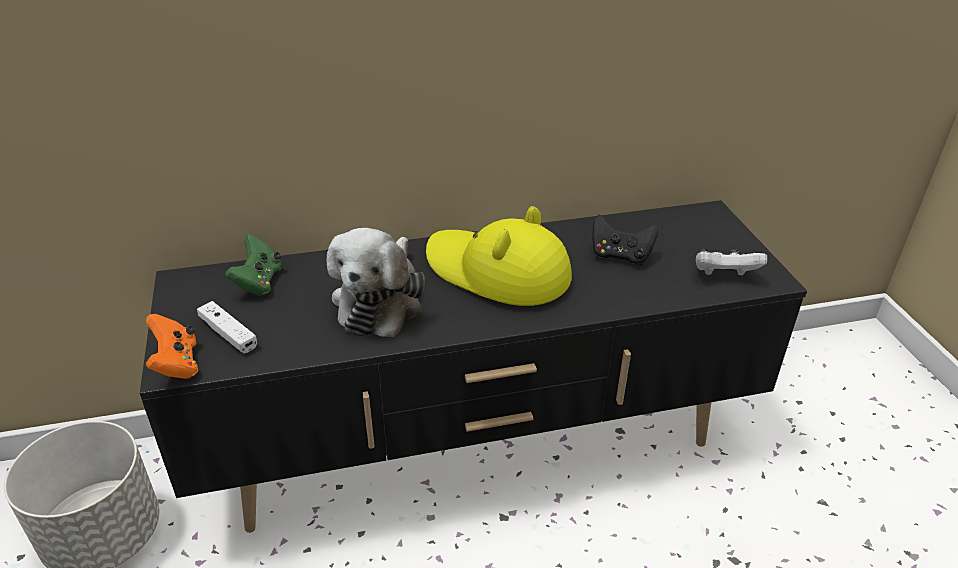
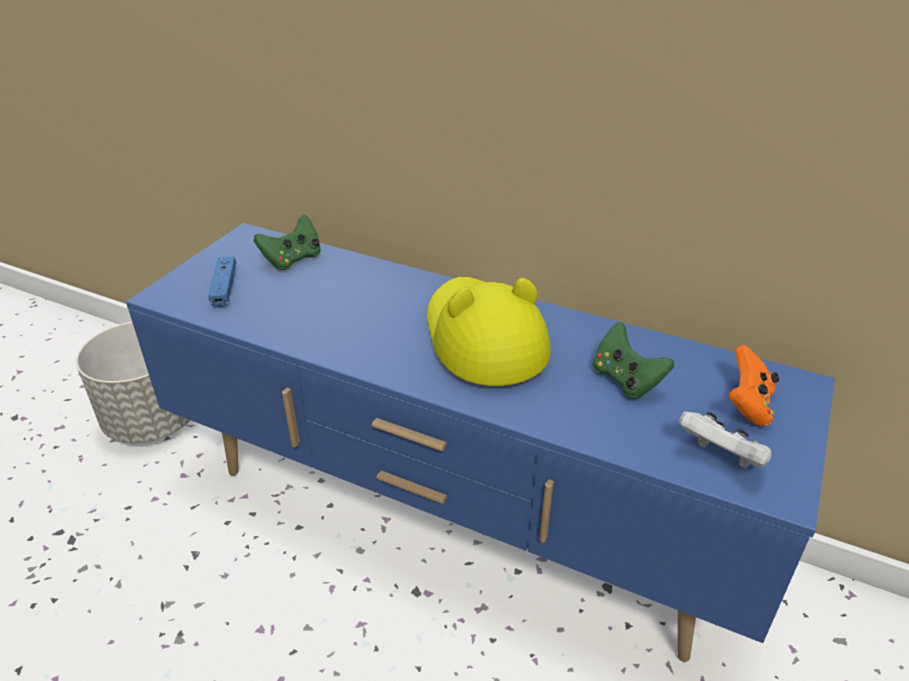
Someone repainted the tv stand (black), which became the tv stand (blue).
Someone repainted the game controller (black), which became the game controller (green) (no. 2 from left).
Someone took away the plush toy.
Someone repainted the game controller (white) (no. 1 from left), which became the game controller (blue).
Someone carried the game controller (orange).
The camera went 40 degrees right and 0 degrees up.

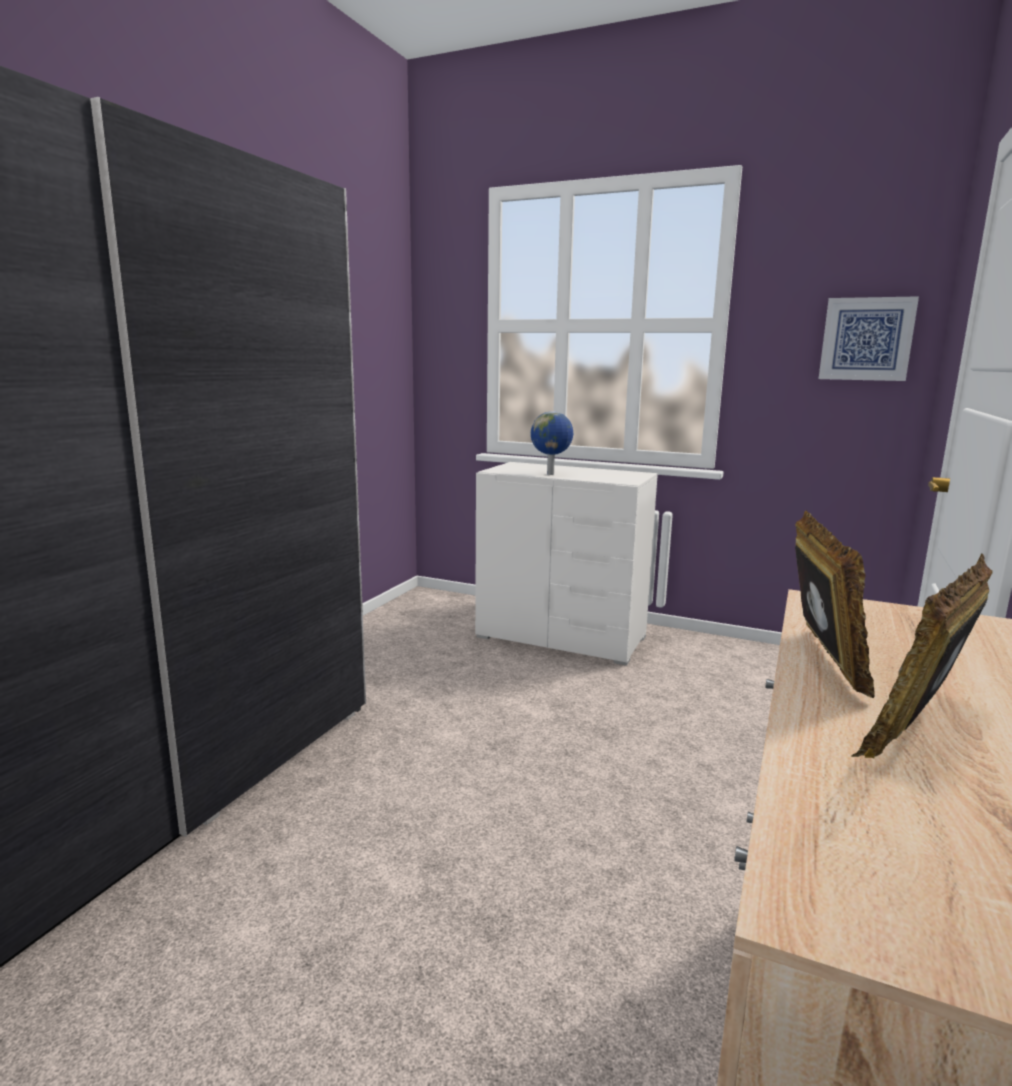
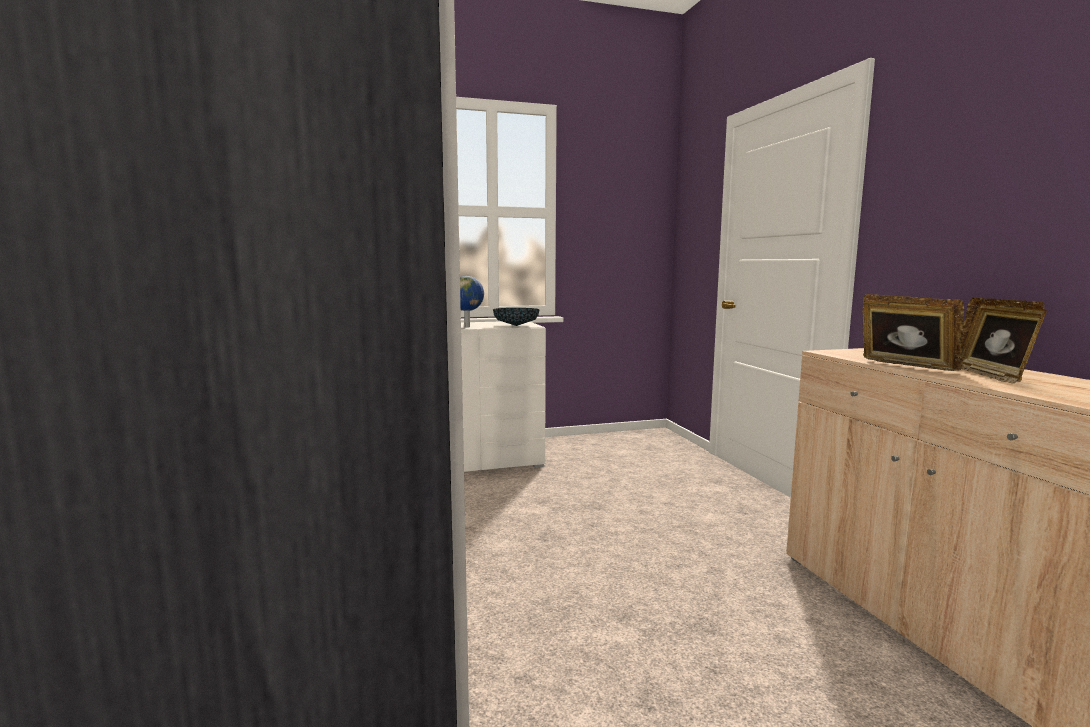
Someone took away the picture.
Someone put down the bowl.
The camera went 40 degrees left and 5 degrees down.

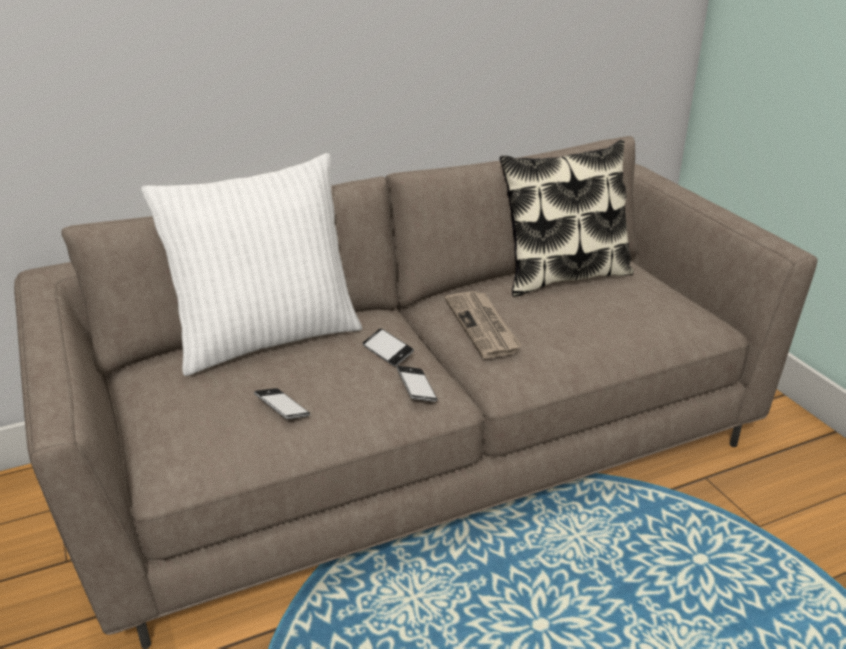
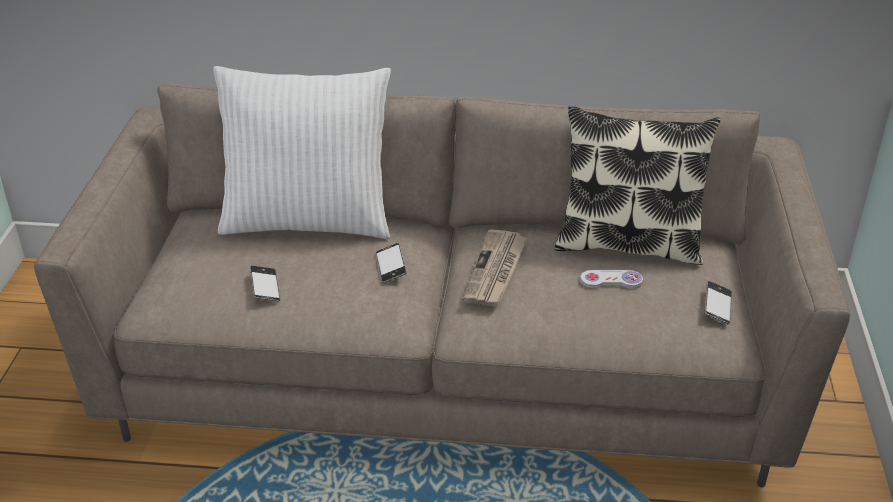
Someone carried the phone (no. 3 from left).
Someone put down the game controller (white).
The camera went 30 degrees right and 5 degrees up.

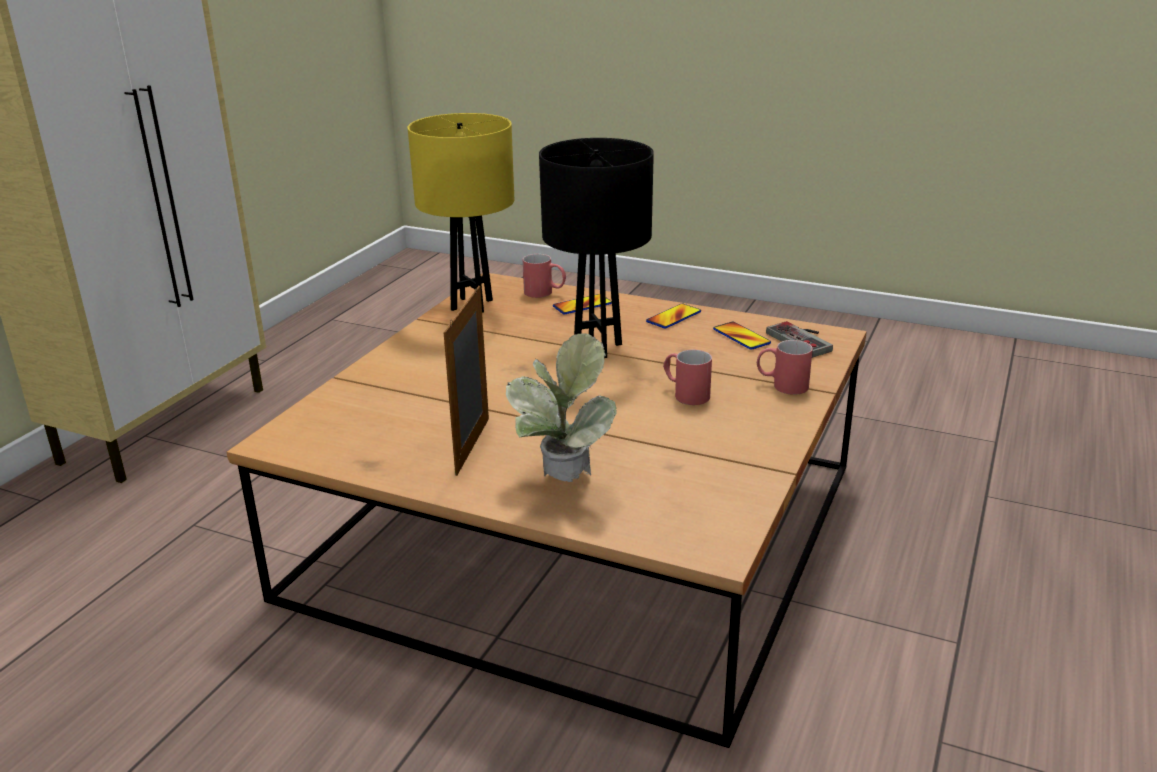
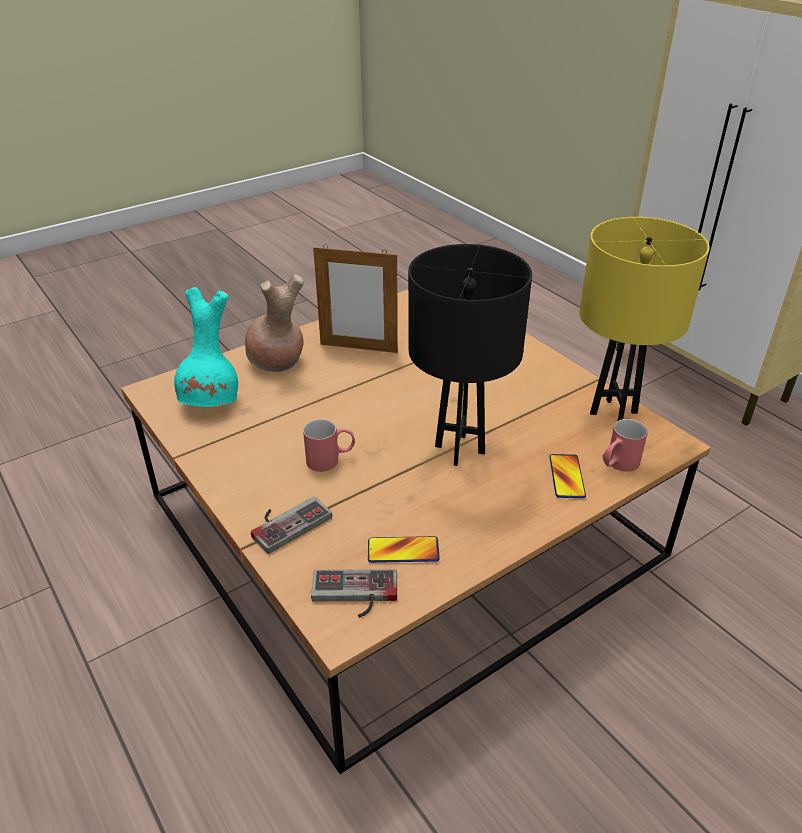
Someone rotated the picture frame by 150 degrees clockwise.
Someone took away the phone (no. 2 from left).
Someone swapped the potted plant for the vase (brown).
Someone swapped the mug (red) (no. 3 from left) for the game controller (no. 1 from left).
Someone put down the vase (turquoise).
The camera went 120 degrees right and 10 degrees up.

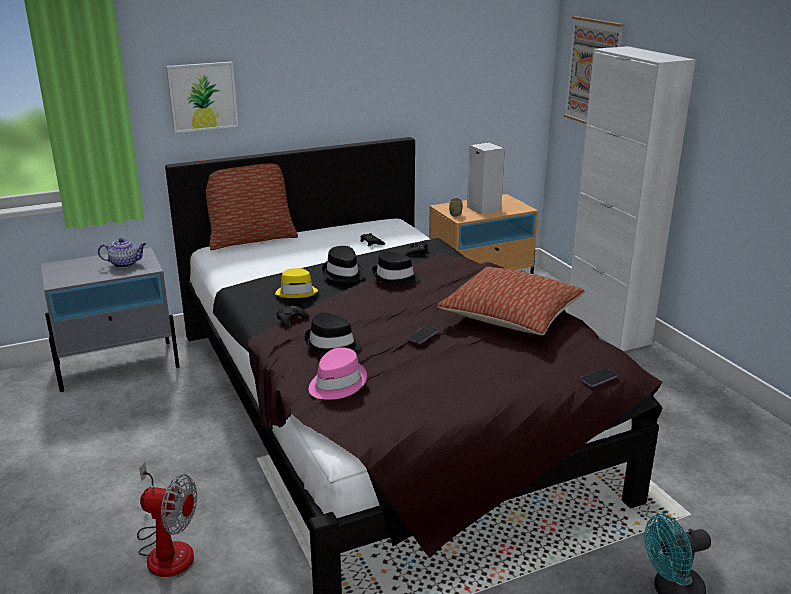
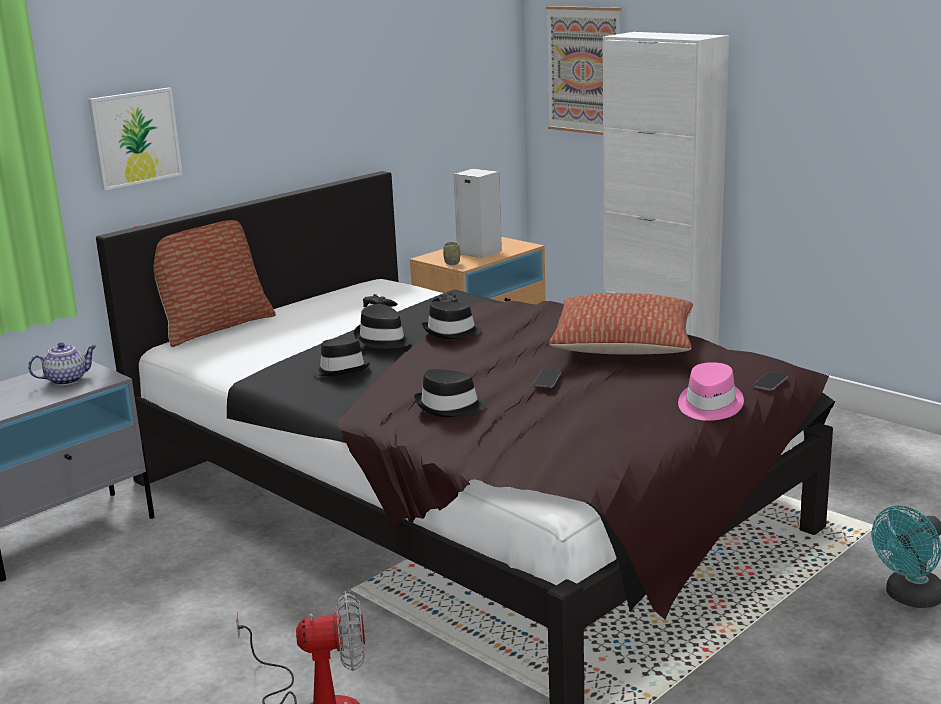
Someone repainted the hat (yellow), which became the hat (black) (no. 1 from left).
Someone took away the game controller (black) (no. 1 from left).
Someone carried the hat (pink).
The camera went 20 degrees left and 5 degrees down.

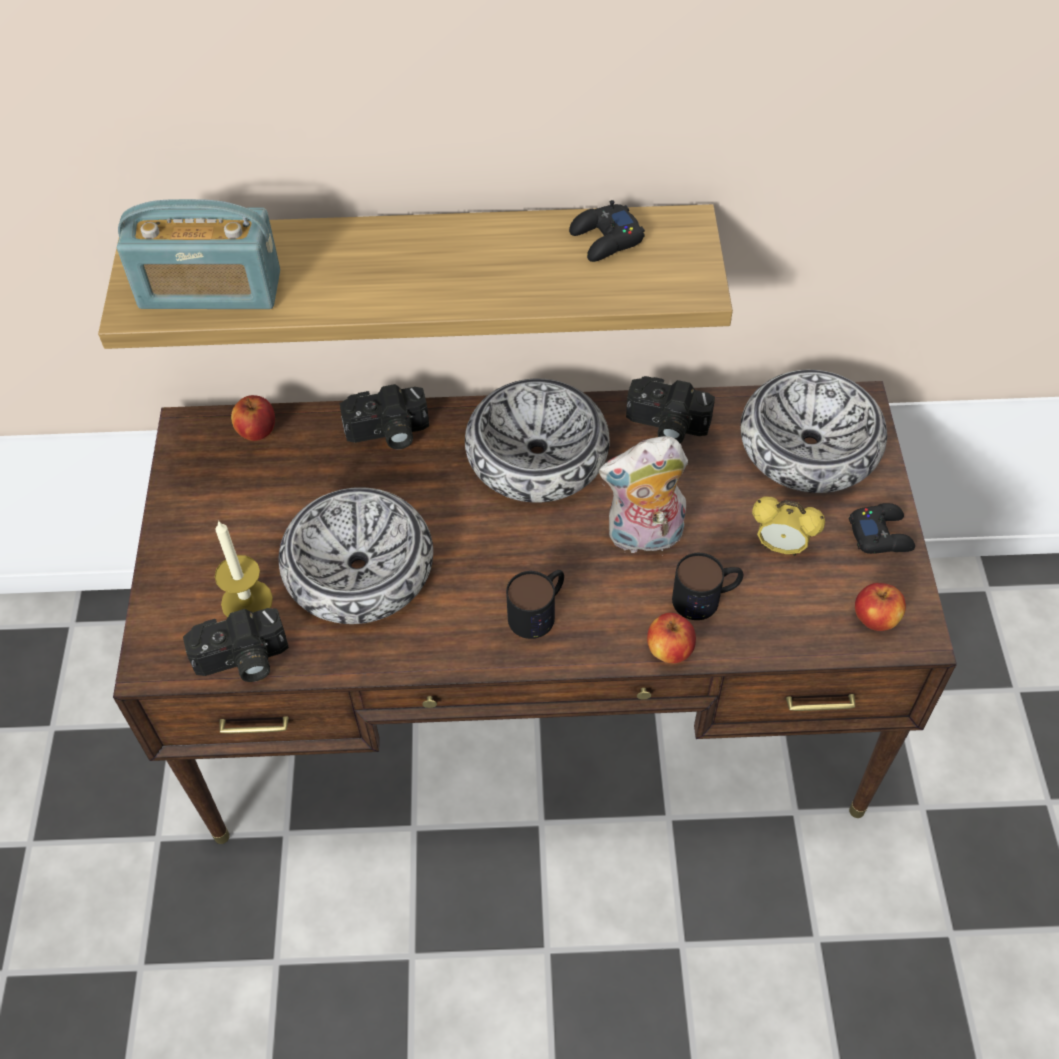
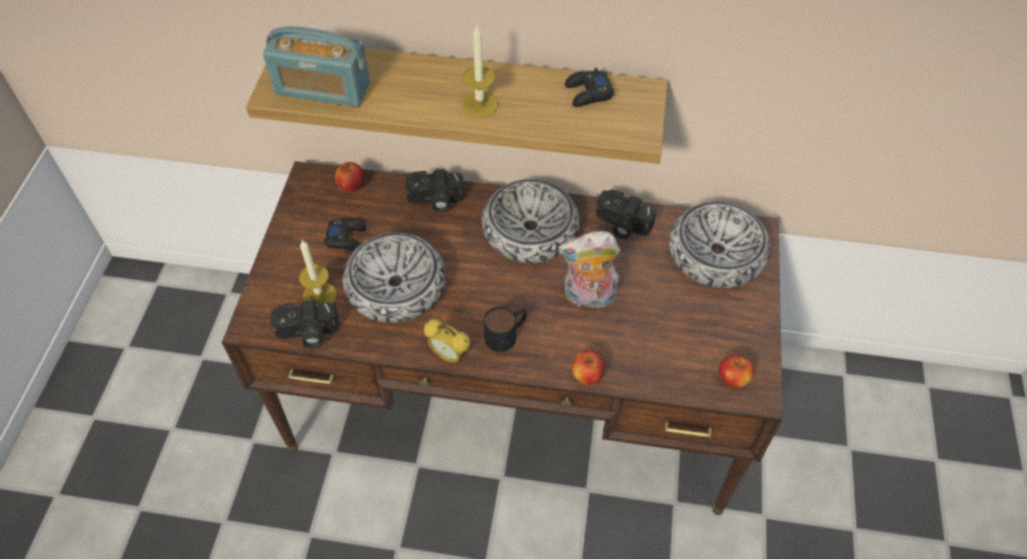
Someone carried the alarm clock.
Someone carried the game controller (black) (no. 2 from left in the first image).
Someone took away the mug (no. 2 from left).
Someone put down the candle (no. 2 from left).
The camera went 10 degrees right and 0 degrees up.

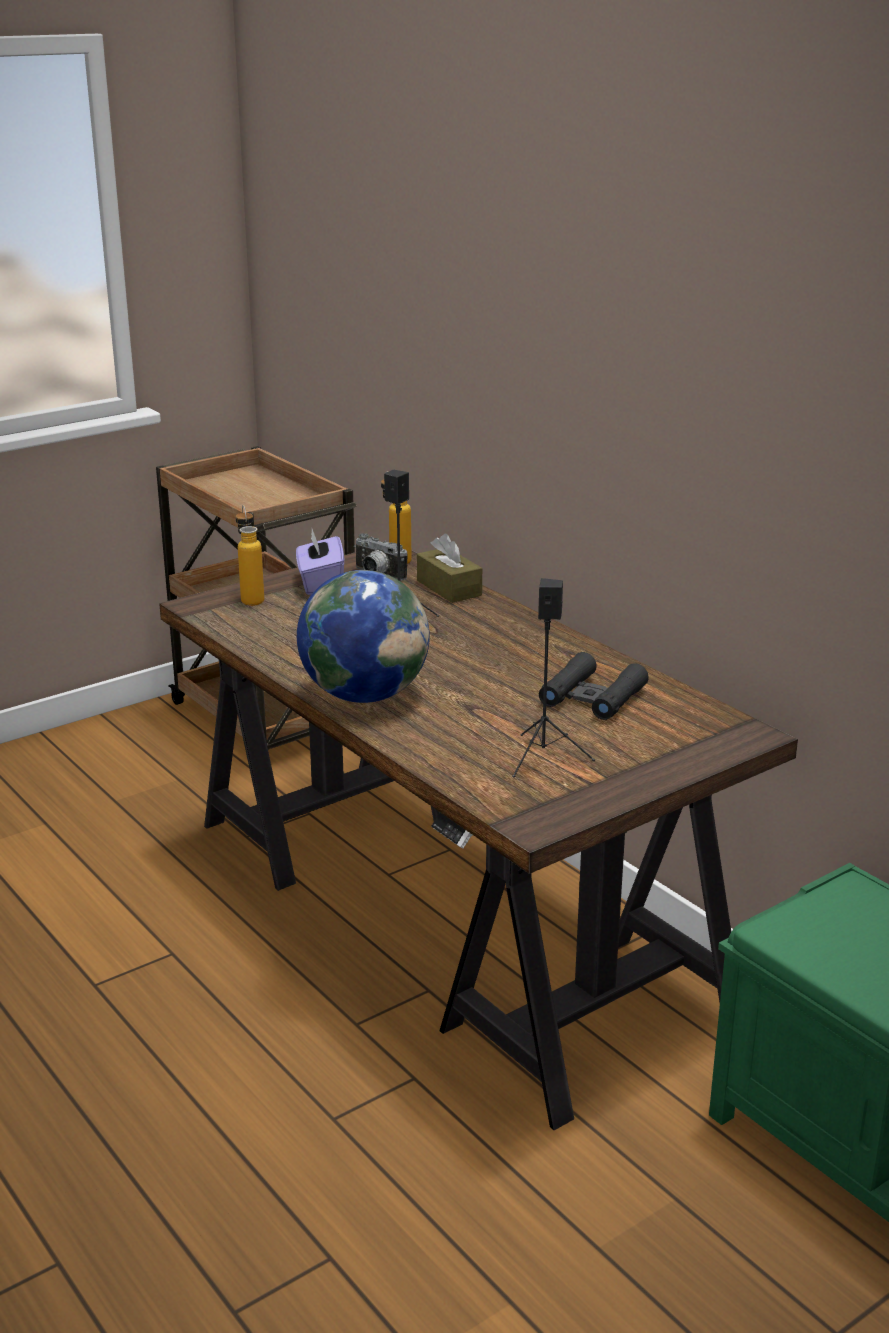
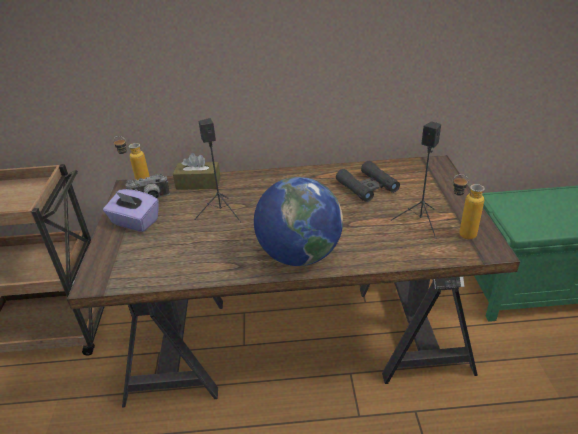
Someone carried the bottle (no. 1 from left in the first image).
The camera went 55 degrees left and 10 degrees up.

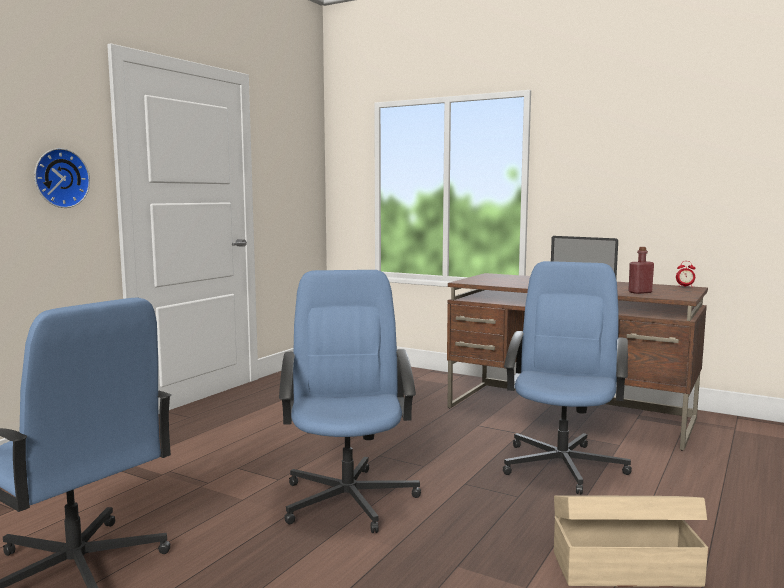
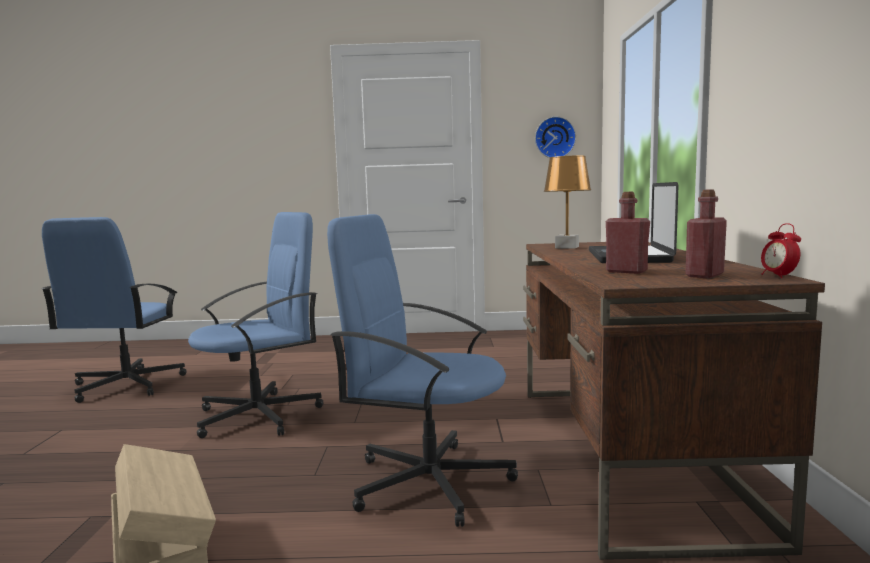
Someone carried the wall clock.
Someone rotated the office chair (blue) (no. 3 from left) by 150 degrees counterclockwise.
Someone put down the table lamp (brown).
Someone put down the bottle (red) (no. 2 from left).
The camera went 60 degrees right and 0 degrees up.

